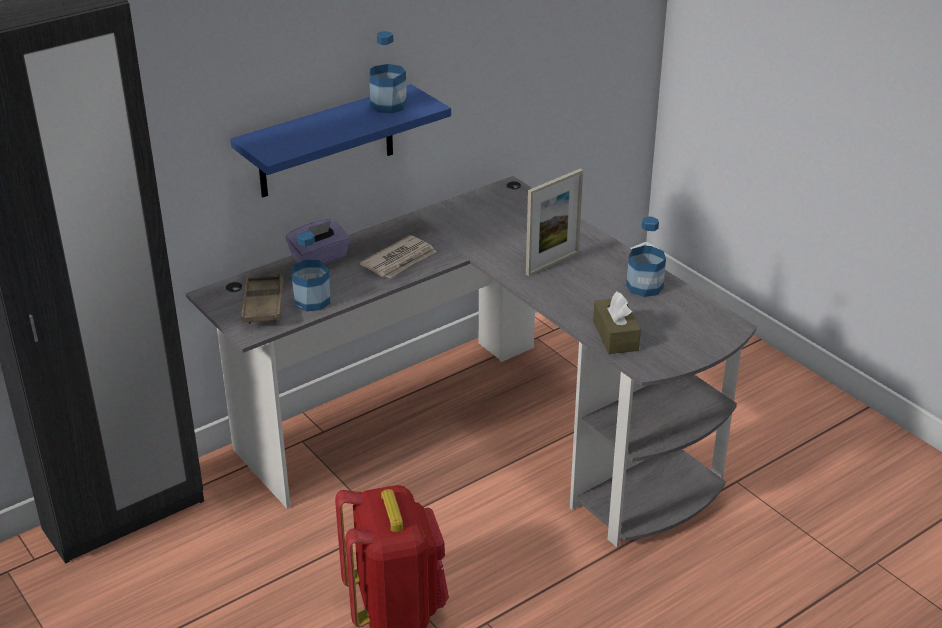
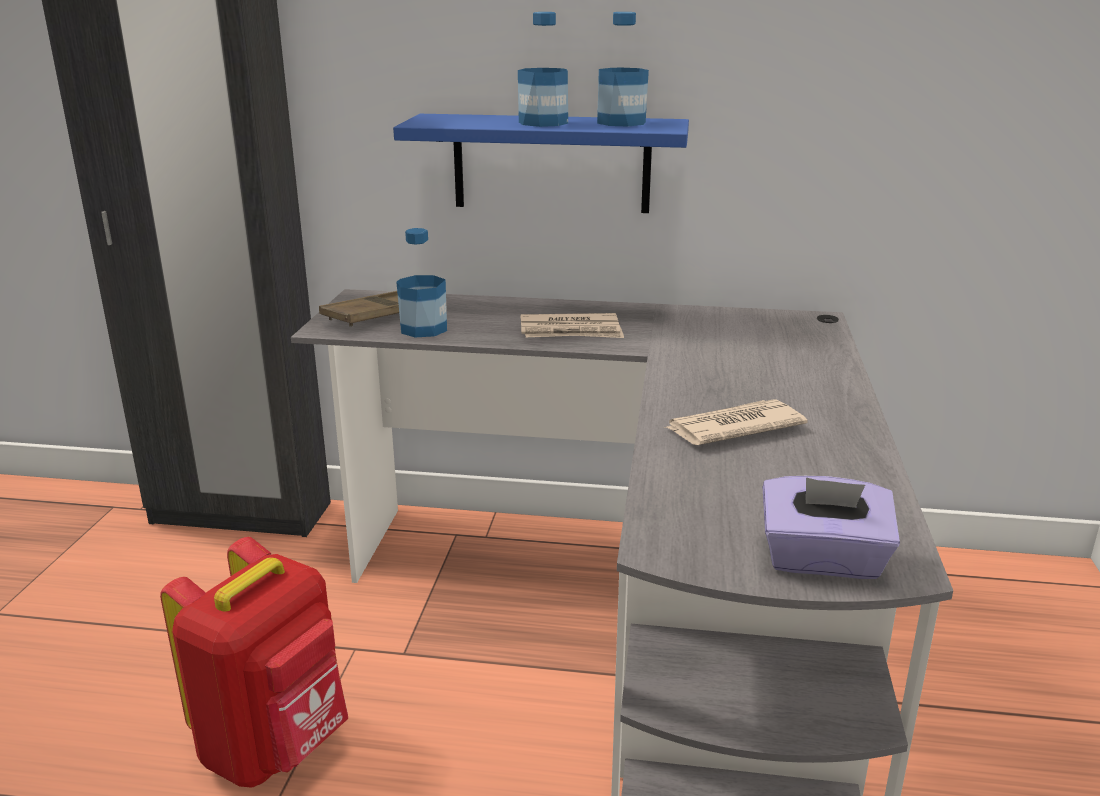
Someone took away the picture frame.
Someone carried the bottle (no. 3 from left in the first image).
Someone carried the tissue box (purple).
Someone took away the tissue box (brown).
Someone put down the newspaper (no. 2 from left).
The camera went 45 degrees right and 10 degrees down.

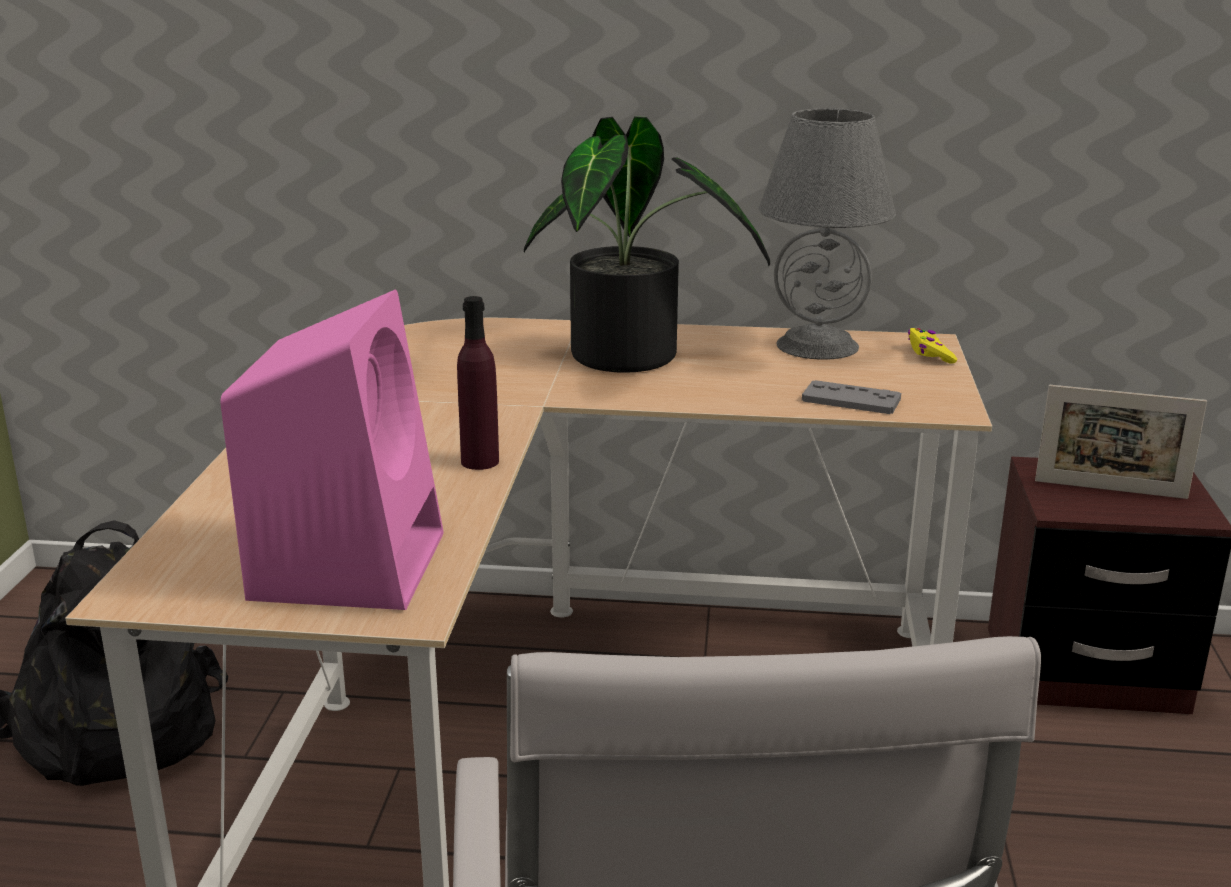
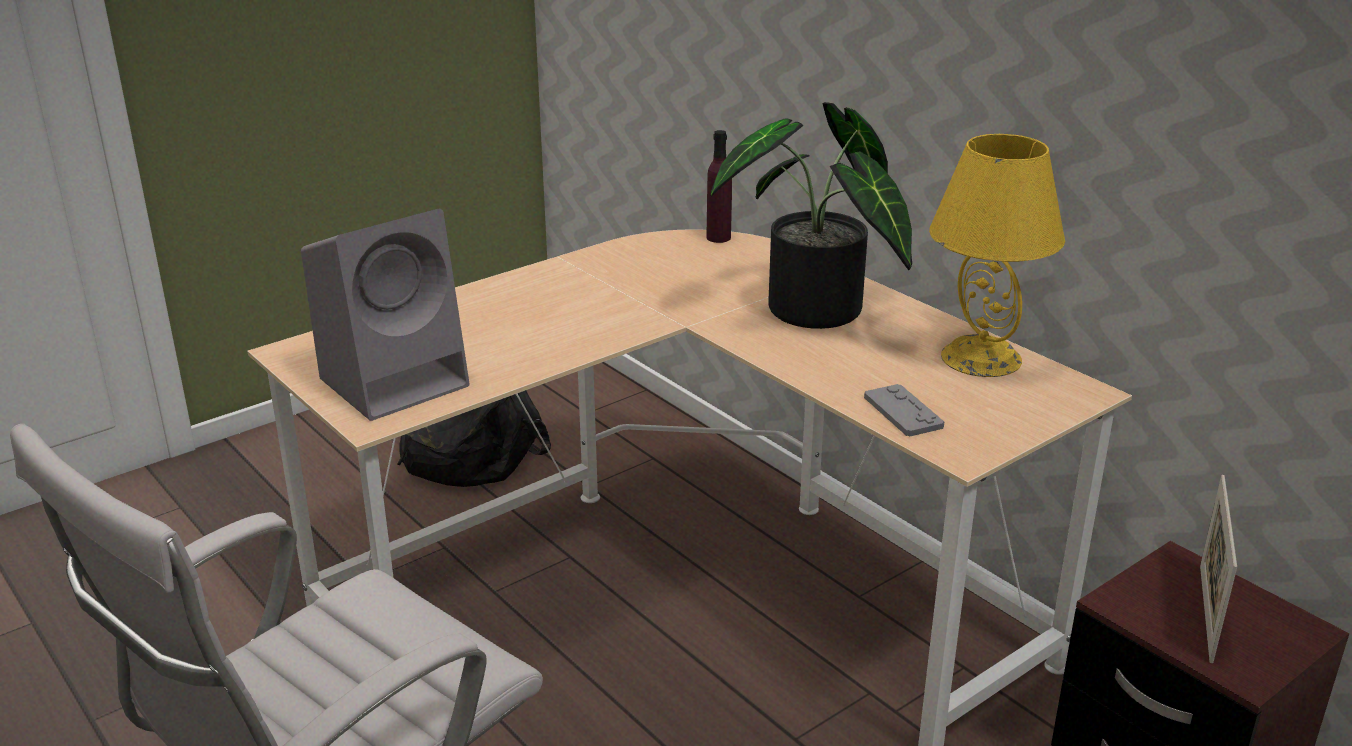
Someone repainted the table lamp (grey), which became the table lamp (yellow).
Someone repainted the speaker (pink), which became the speaker (grey).
Someone carried the bottle (purple).
Someone took away the game controller (yellow).
Someone rotated the picture frame by 45 degrees clockwise.
The camera went 45 degrees right and 5 degrees up.

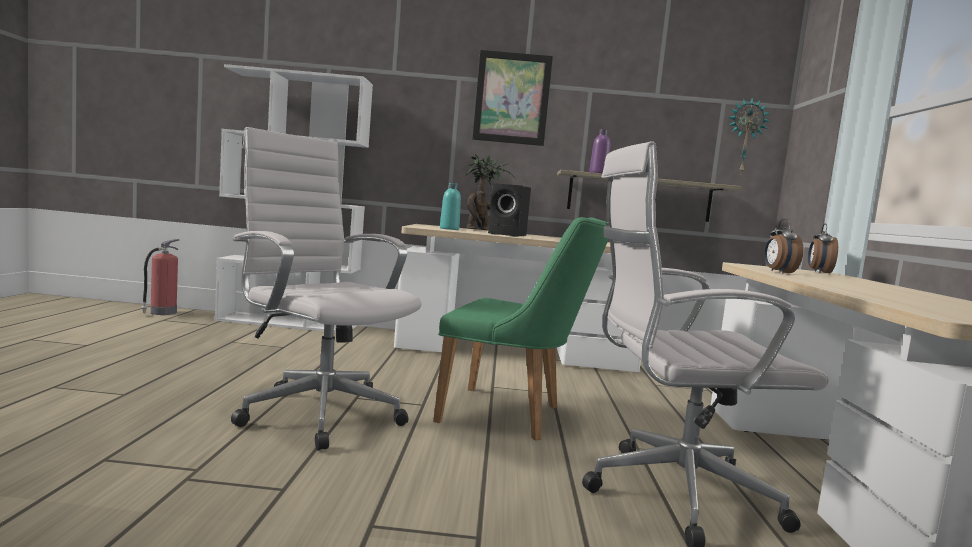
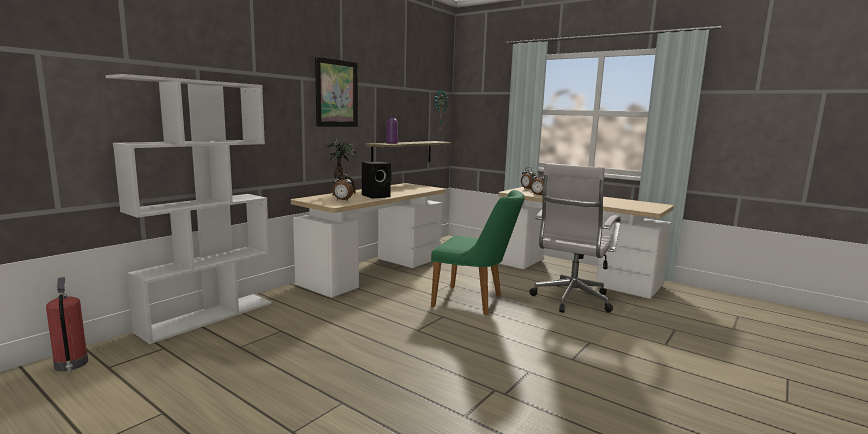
Someone took away the office chair (white) (no. 1 from left).
Someone swapped the bottle (turquoise) for the alarm clock (no. 1 from left).
Someone rotated the chair (green) by 60 degrees clockwise.
The camera went 55 degrees left and 5 degrees up.

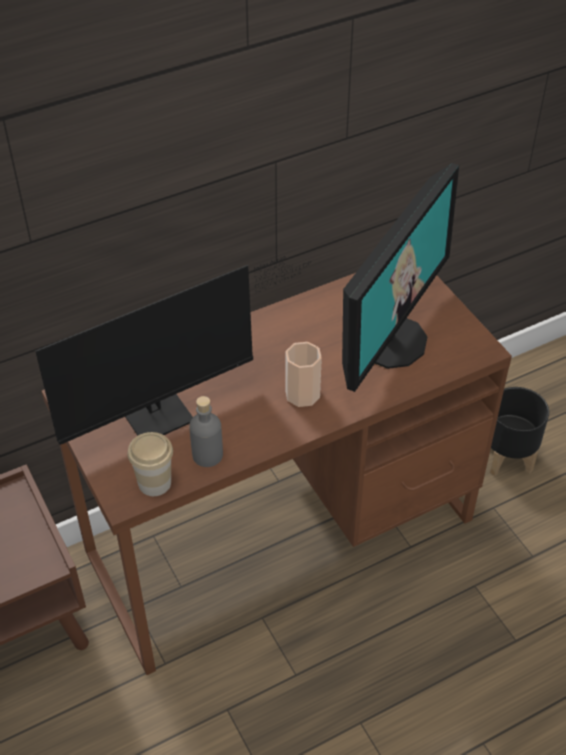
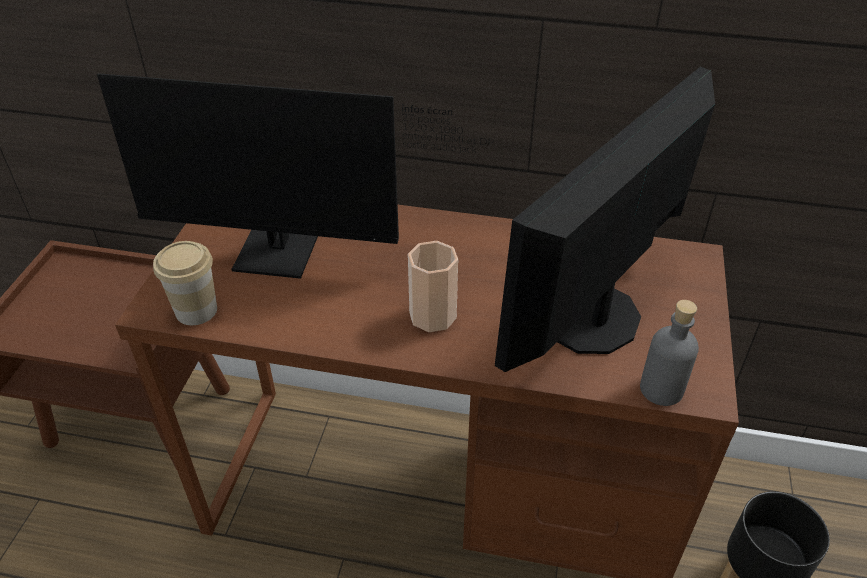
Someone rotated the monitor (no. 2 from left) by 150 degrees clockwise.
Someone carried the bottle (grey).
The camera went 40 degrees right and 5 degrees down.

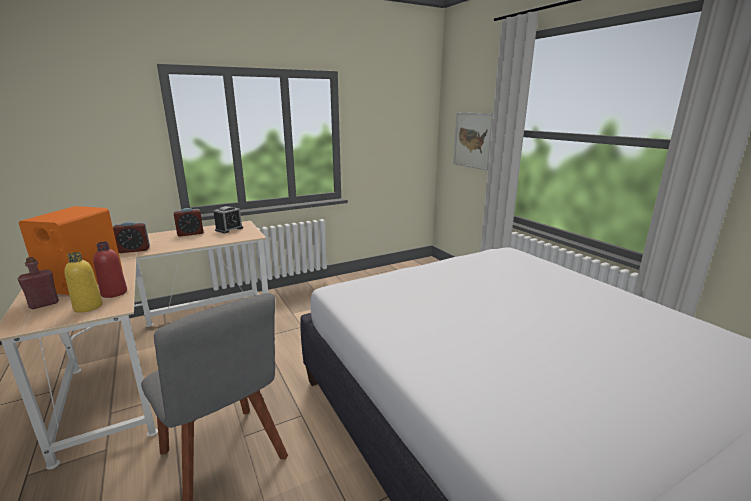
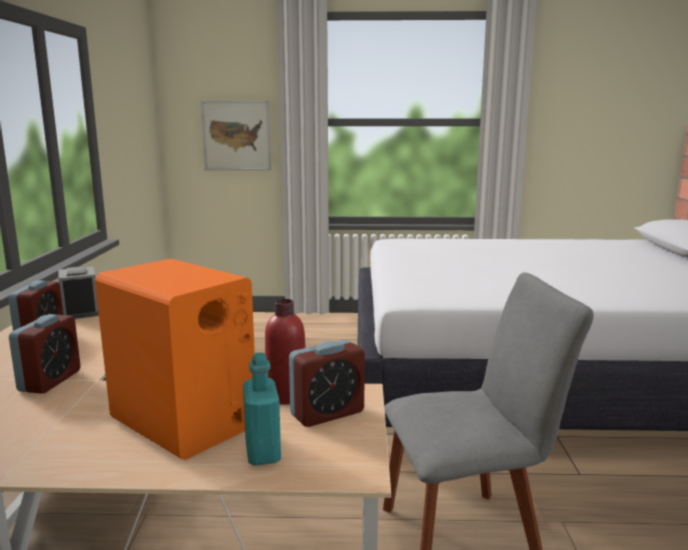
Someone swapped the bottle (yellow) for the alarm clock (no. 4 from left).
Someone repainted the bottle (red) (no. 1 from left), which became the bottle (turquoise).
The camera went 60 degrees left and 5 degrees down.

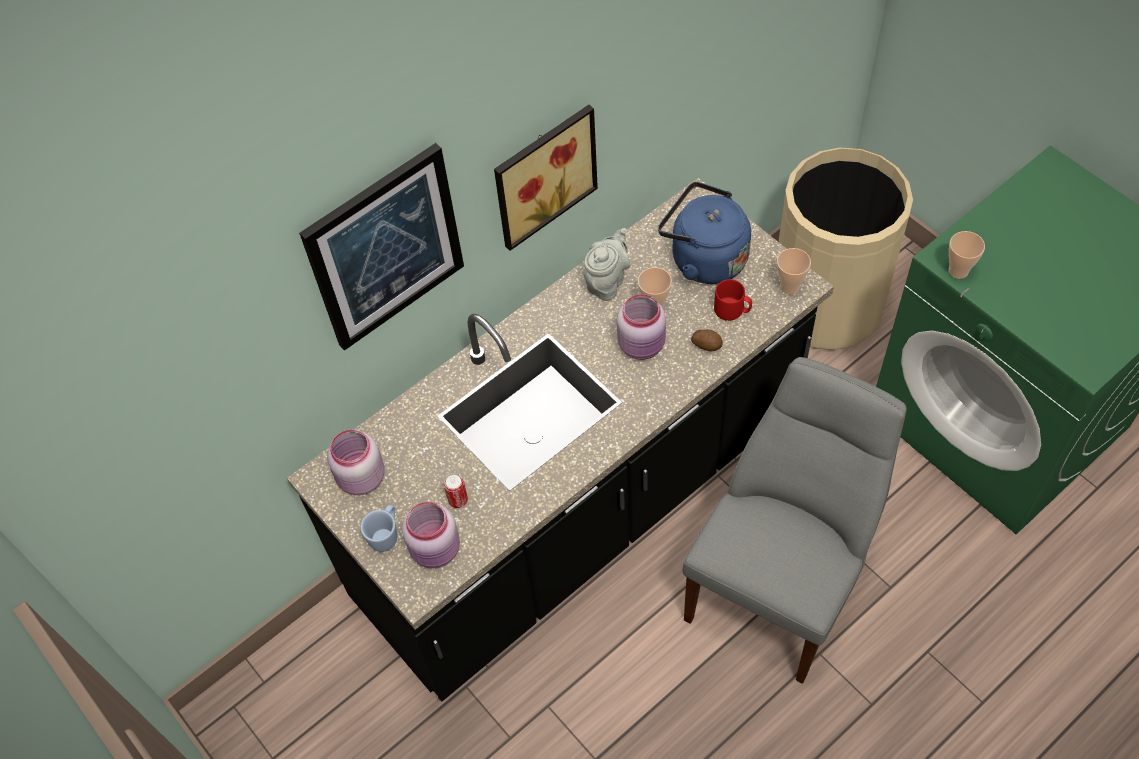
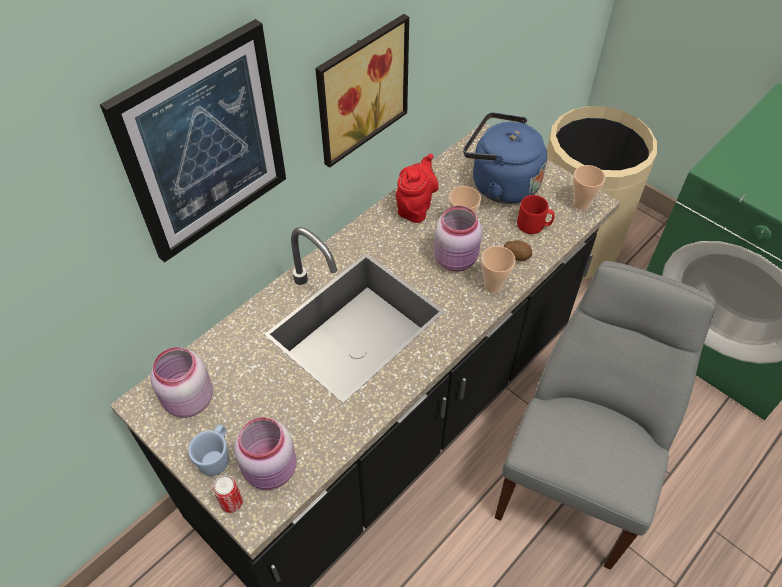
Someone repainted the teapot (grey), which became the teapot (red).
Someone carried the cup (no. 3 from left in the first image).
Someone carried the can.
The camera went 10 degrees left and 5 degrees down.

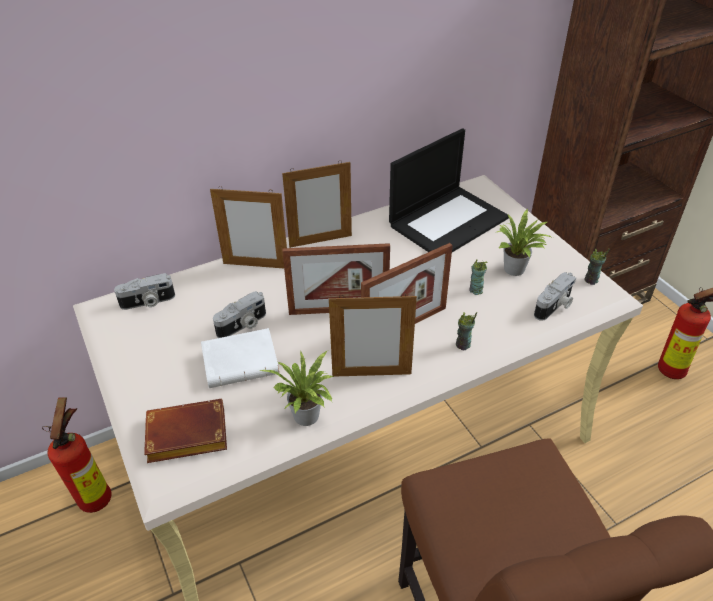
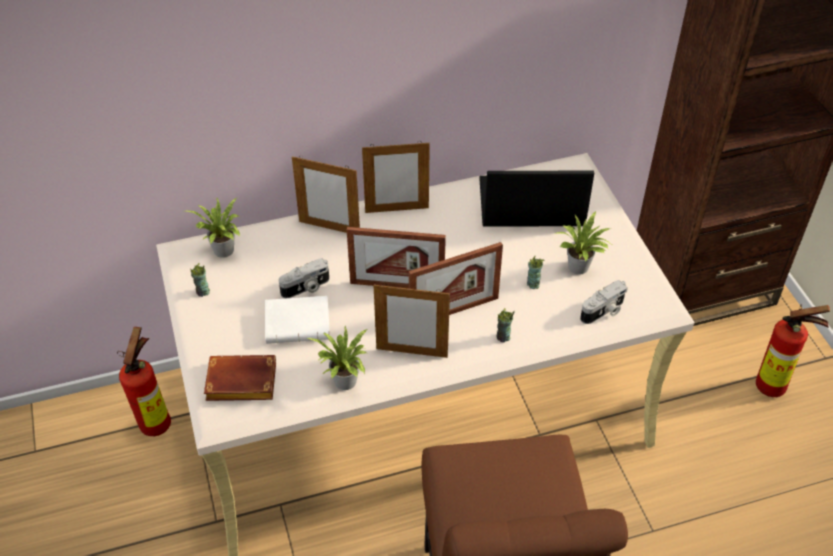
Someone rotated the laptop by 150 degrees counterclockwise.
Someone carried the cup (no. 3 from left in the first image).
Someone swapped the photo camera (no. 1 from left) for the potted plant (no. 1 from left).
The camera went 10 degrees right and 5 degrees up.

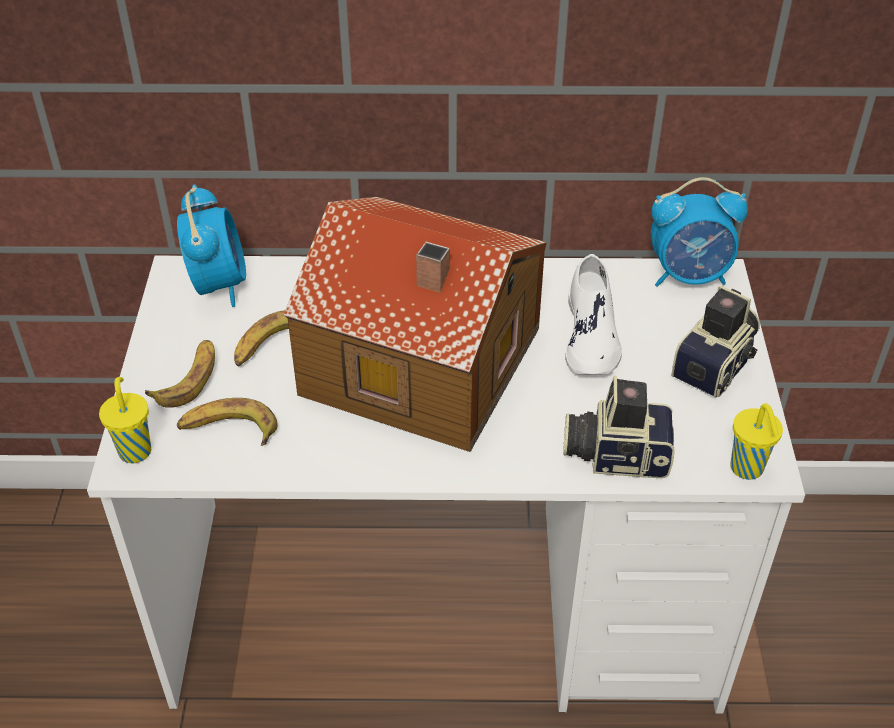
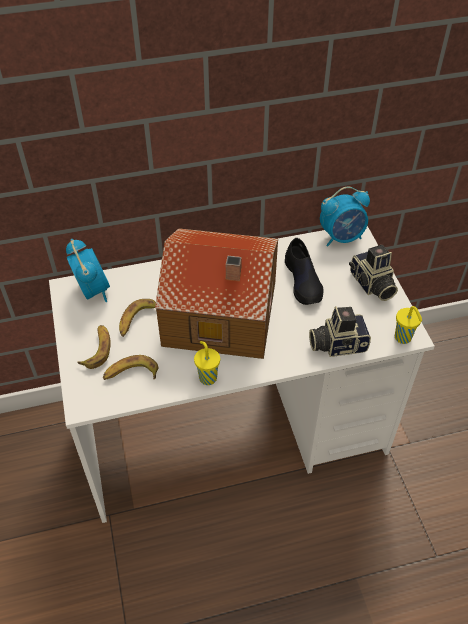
Someone repainted the shoe (white), which became the shoe (black).
Someone rotated the photo camera (no. 2 from left) by 135 degrees clockwise.
Someone carried the cup (yellow) (no. 1 from left).
The camera went 15 degrees left and 5 degrees up.

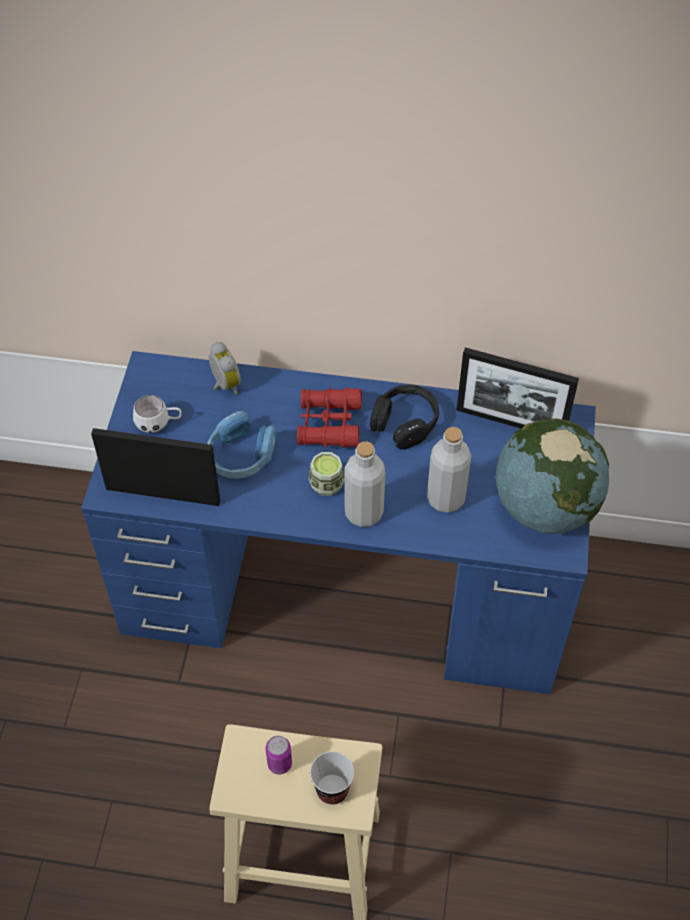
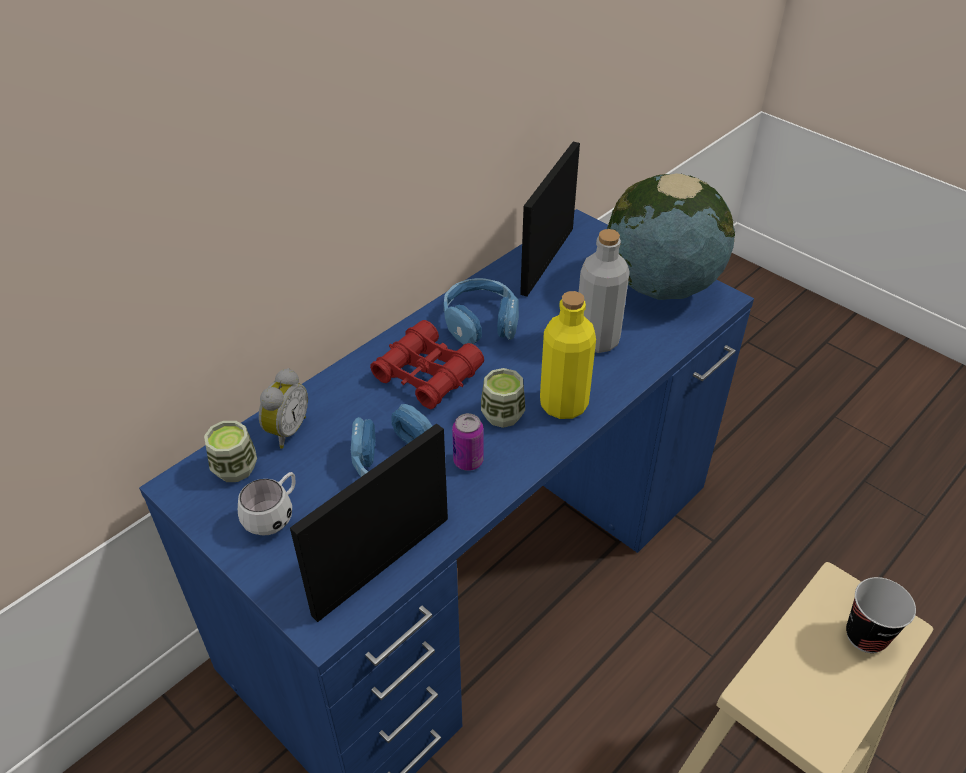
Someone rotated the alarm clock by 105 degrees clockwise.
Someone rotated the picture frame (no. 2 from left) by 150 degrees clockwise.
Someone repainted the headphones (black), which became the headphones (blue) (no. 2 from left).
Someone repainted the bottle (grey) (no. 1 from left), which became the bottle (yellow).
Someone carried the can.
Someone put down the cup (no. 1 from left).
The camera went 55 degrees left and 10 degrees down.

